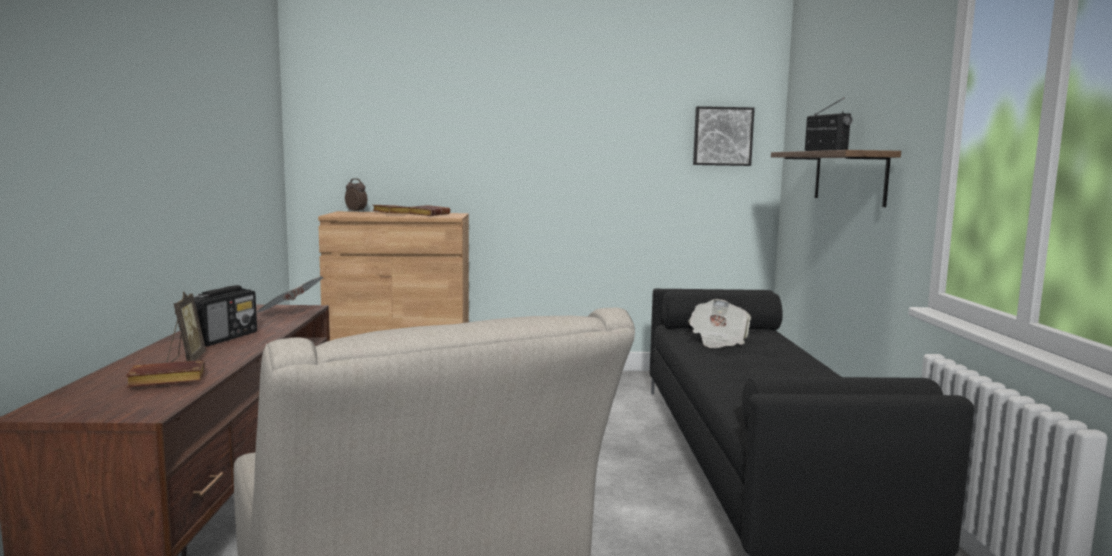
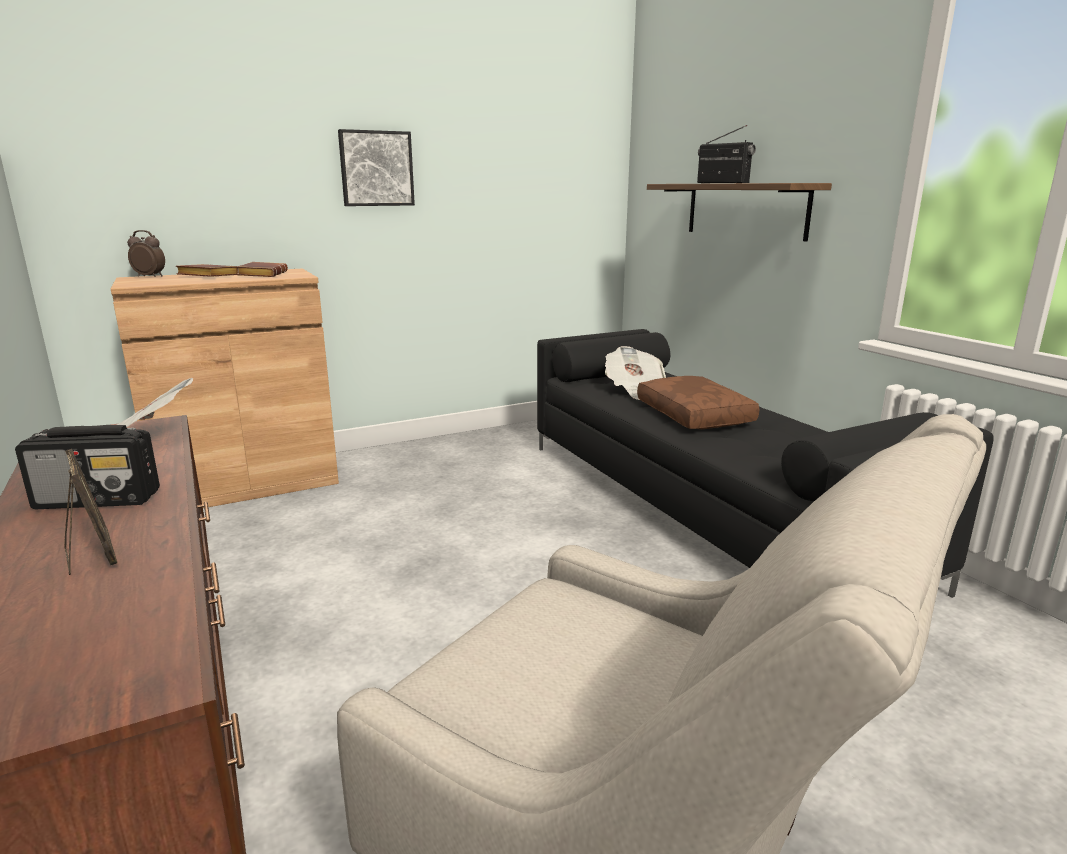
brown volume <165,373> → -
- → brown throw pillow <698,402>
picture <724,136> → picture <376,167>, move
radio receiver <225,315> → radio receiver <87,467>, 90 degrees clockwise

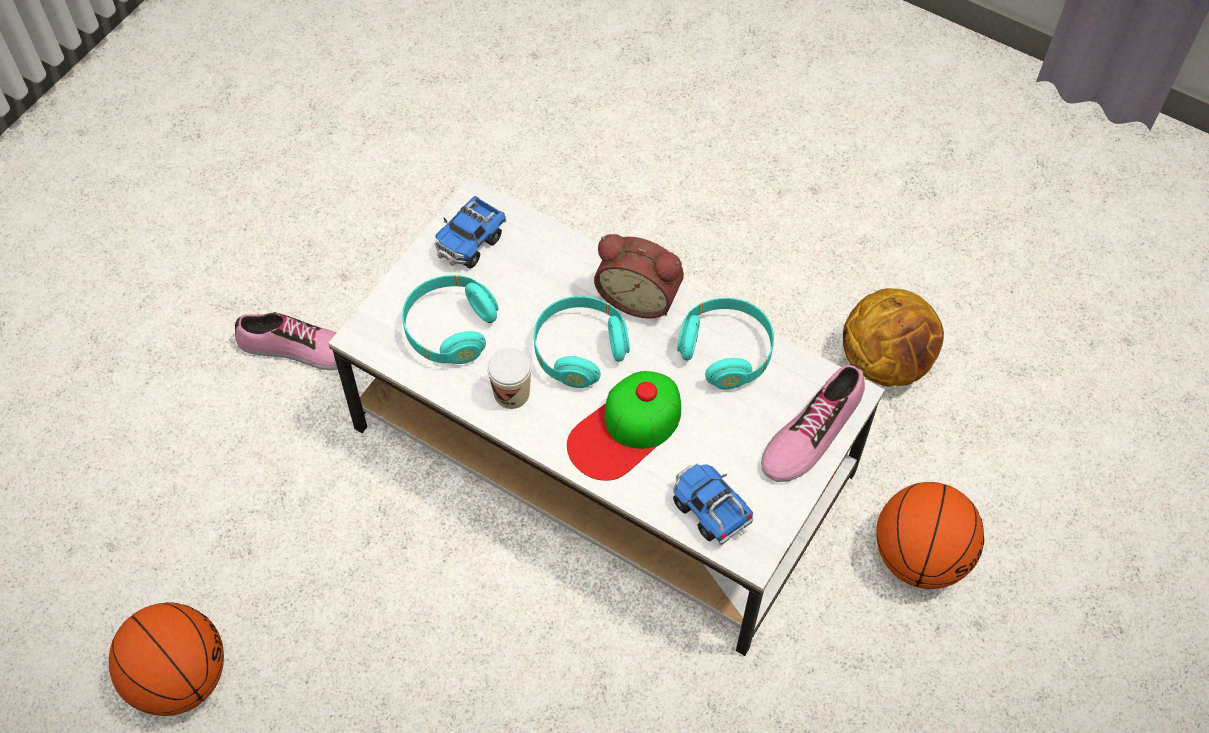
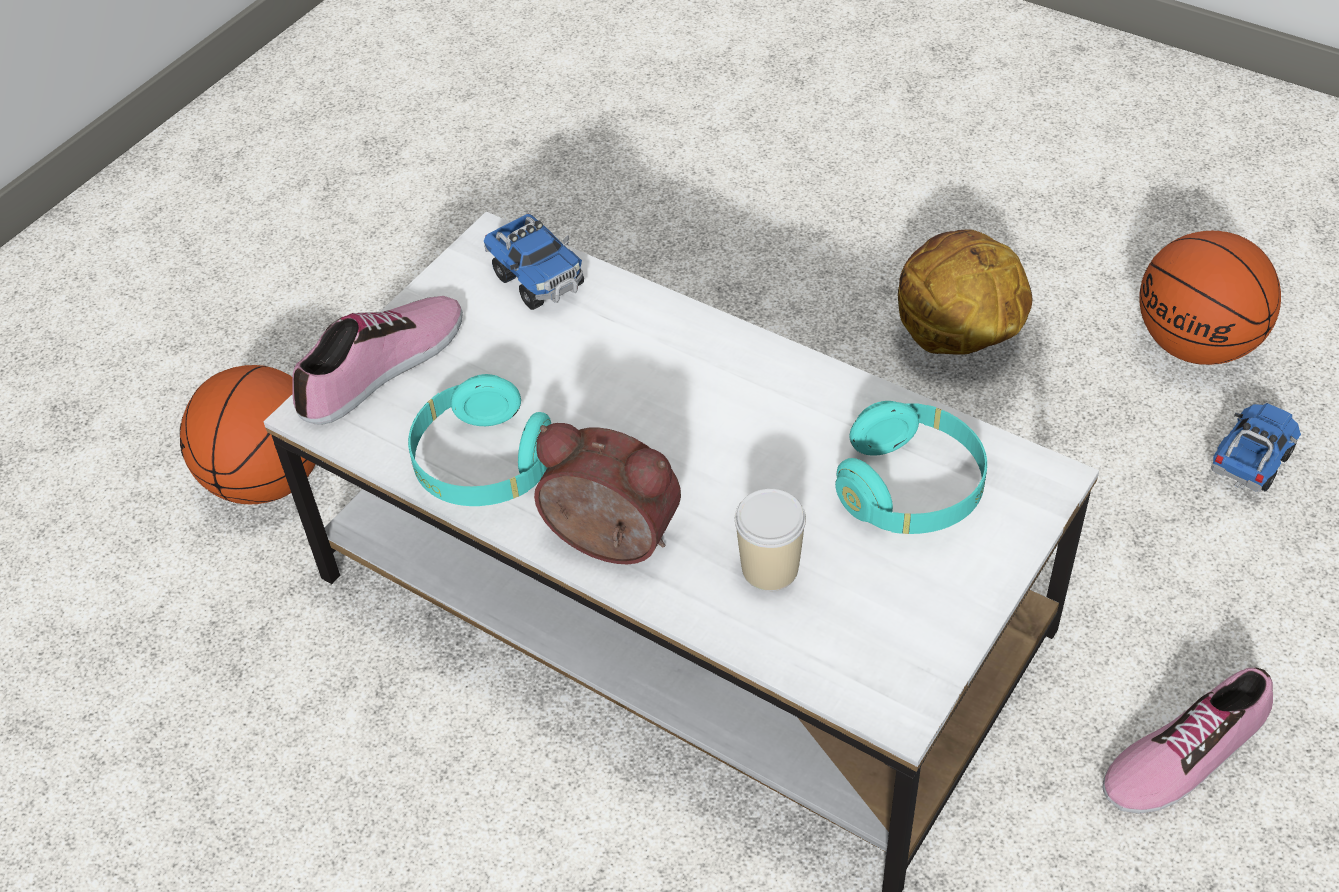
blue-green headset <582,342> → -
baseball cap <624,426> → -
toy lorry <470,232> → toy lorry <1256,447>, move
drinking cup <509,378> → drinking cup <770,540>, move
basketball ball <893,337> → basketball ball <965,292>, move
shoe <293,341> → shoe <1188,740>, 45 degrees counterclockwise

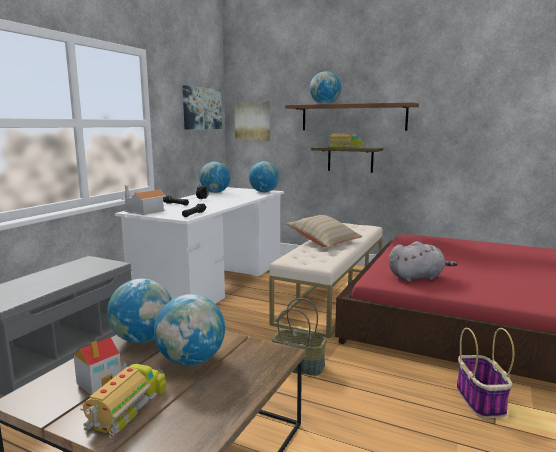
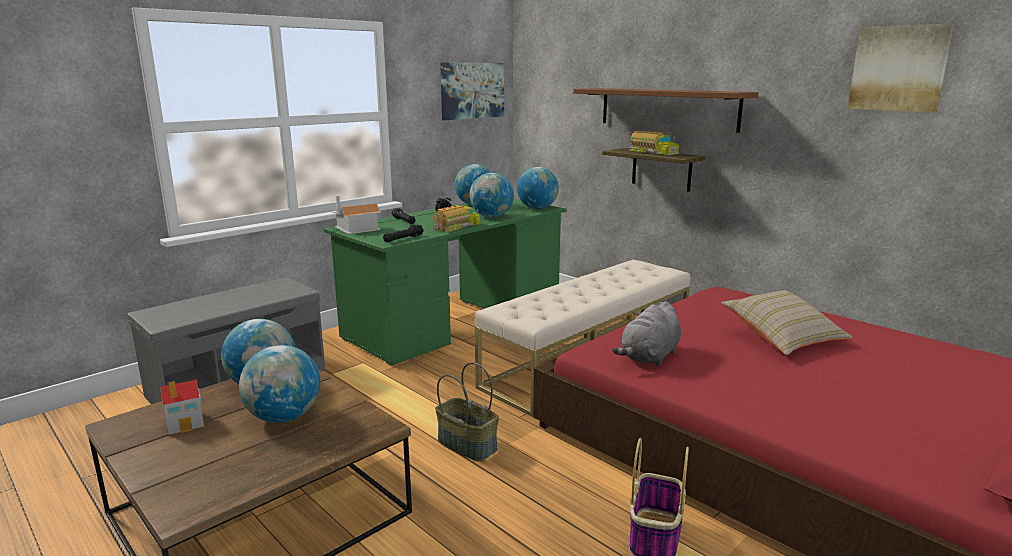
toy lorry <123,400> → toy lorry <456,219>, move
picture <252,121> → picture <901,68>, move
beige throw pillow <324,231> → beige throw pillow <787,322>, move
globe <325,87> → globe <491,195>, move
white desk <199,245> → greenish desk <445,282>
gray soft toy <423,261> → gray soft toy <646,333>, 120 degrees clockwise

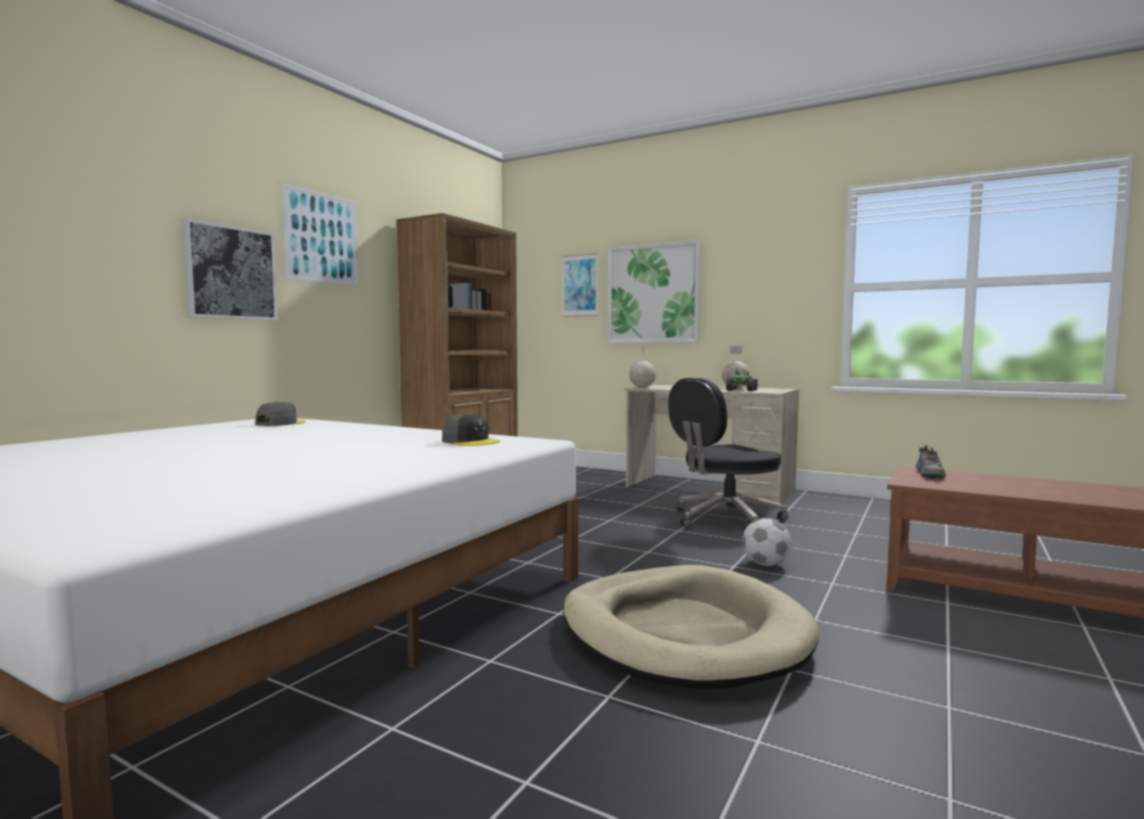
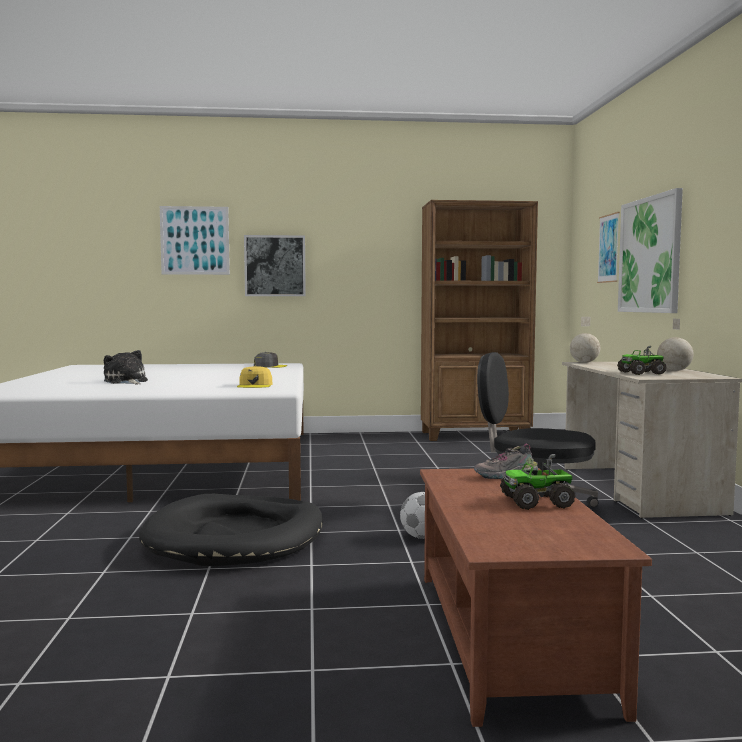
- → soft toy <126,367>
- → toy lorry <538,482>
picture <320,234> → picture <195,240>, move
gray baseball cap <471,430> → yellowish baseball cap <254,377>
beige dog bed <692,626> → black dog bed <231,530>

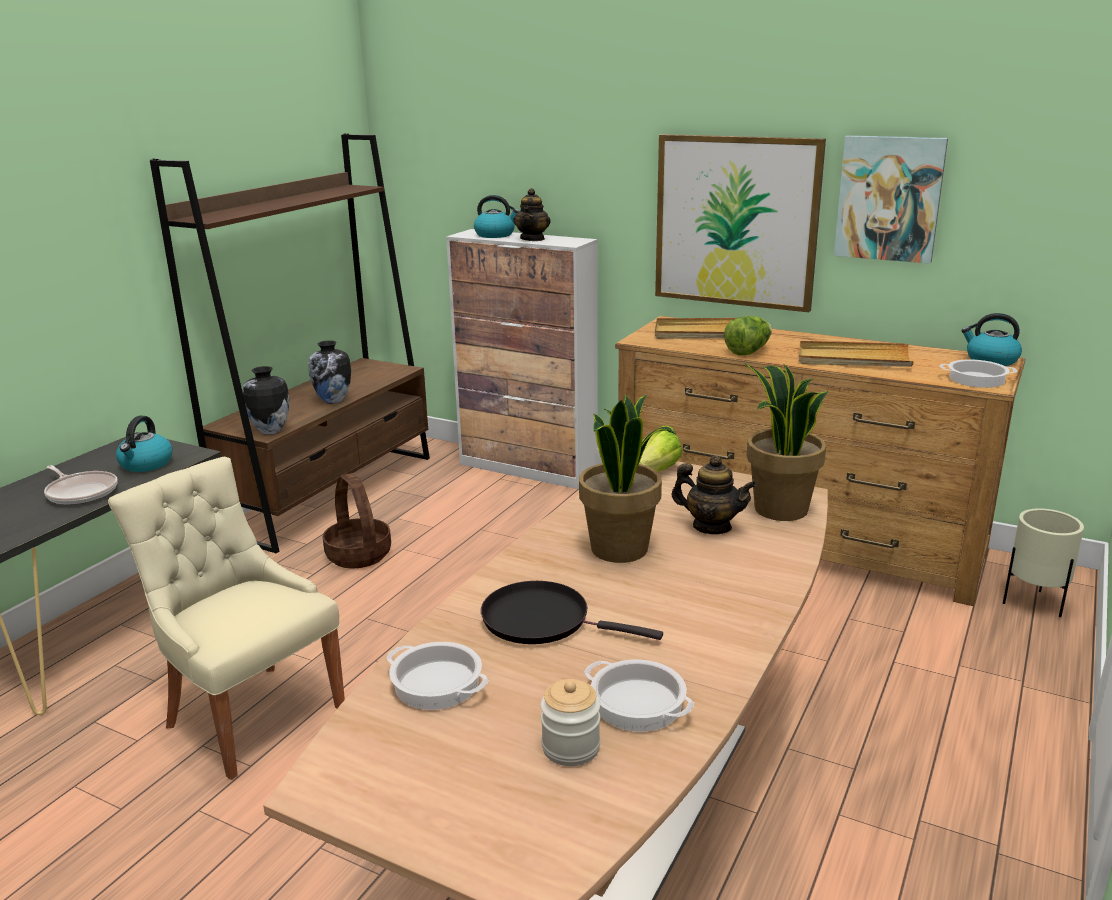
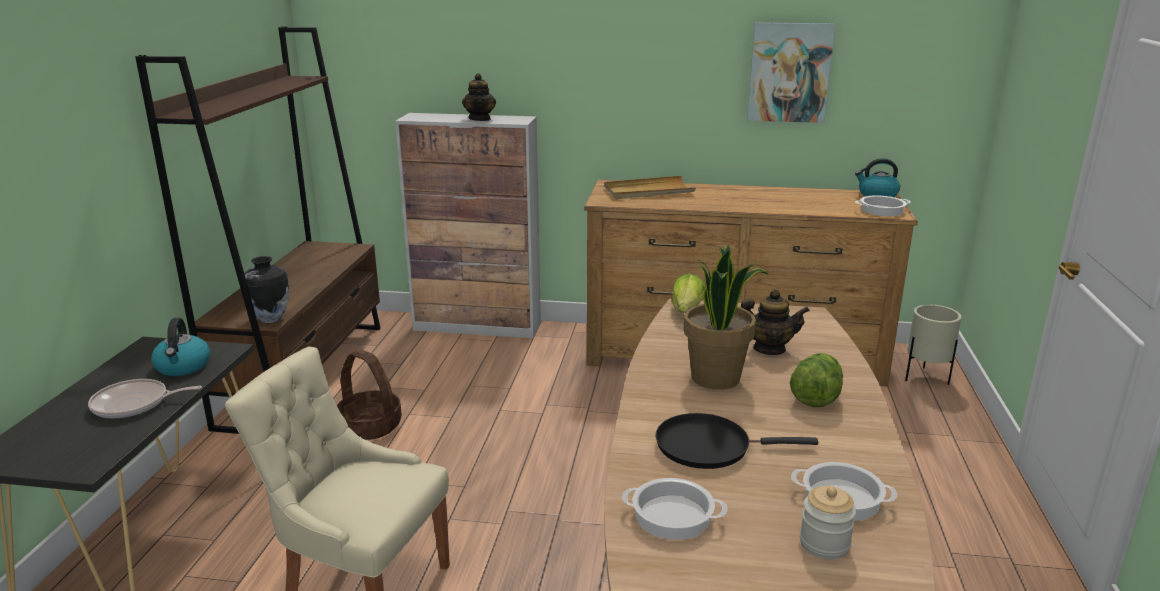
flower vase <329,372> → -
kettle <496,216> → -
picture <740,223> → -
potted plant <786,441> → -
beige carrying tray <856,354> → -
head of lettuce <748,336> → head of lettuce <816,380>, move
skillet <81,485> → skillet <145,399>, 150 degrees clockwise

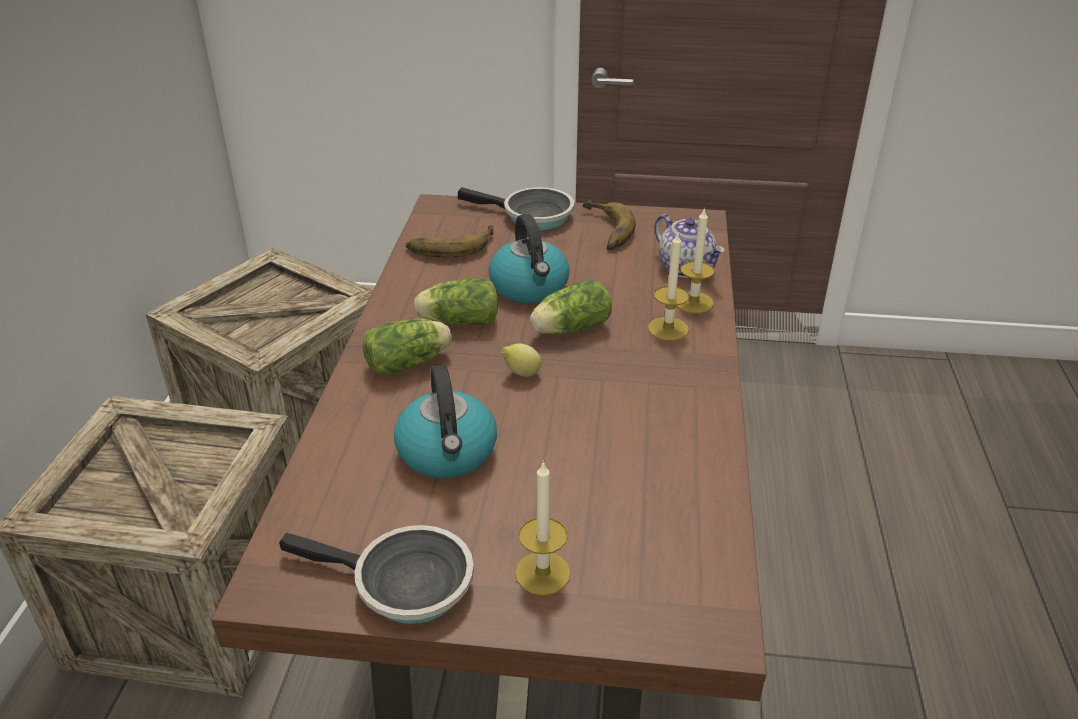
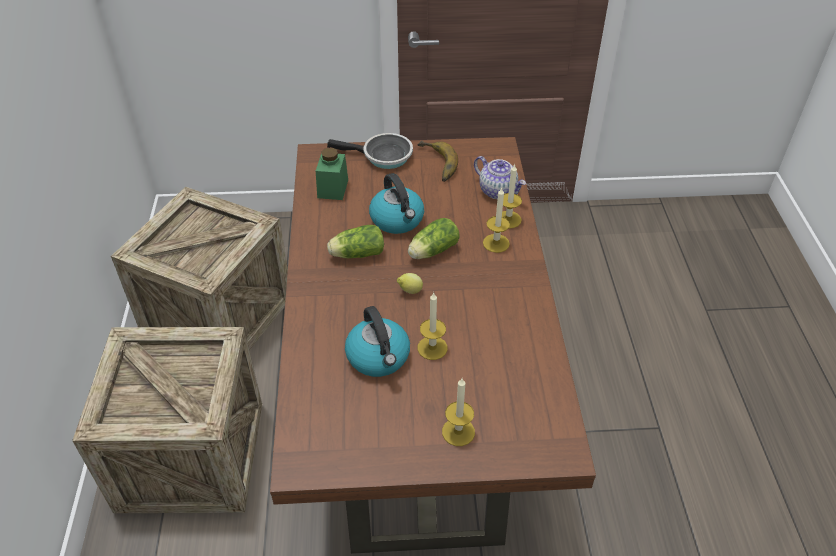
skillet <376,574> → -
head of lettuce <407,347> → -
- → candle <433,326>
whole banana <450,241> → greenish preserve jar <332,173>

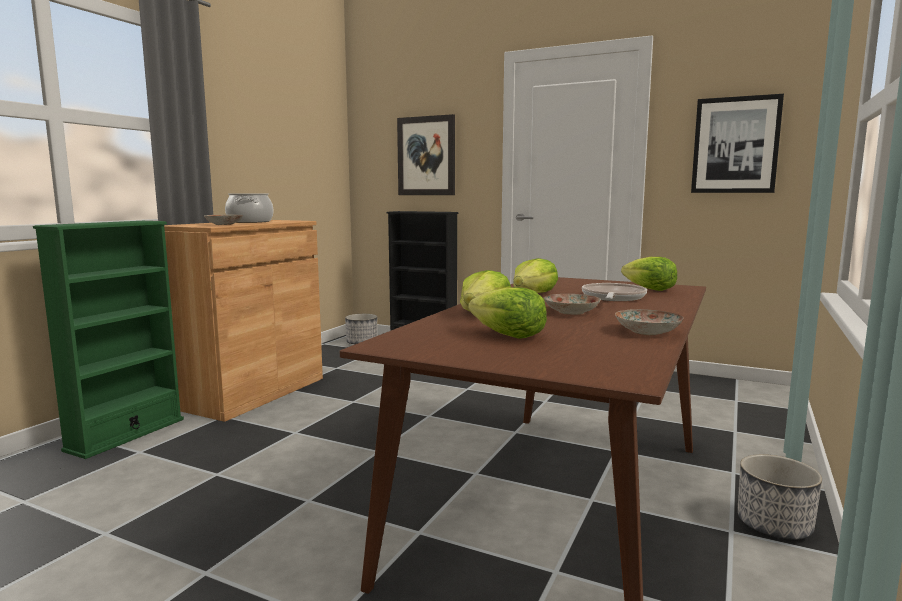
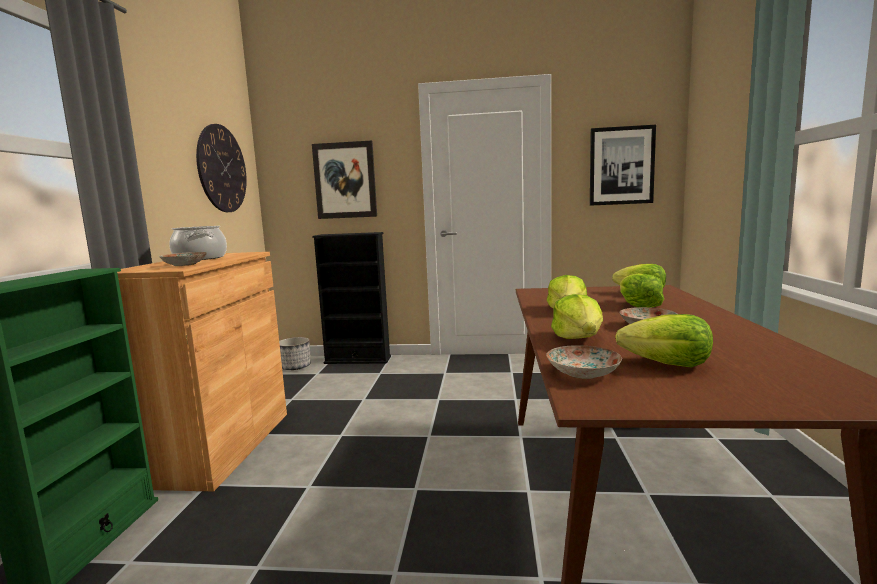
flower pot <779,497> → -
- → hanging clock <221,168>
dinner plate <649,322> → dinner plate <584,362>, move
skillet <614,292> → head of lettuce <642,290>

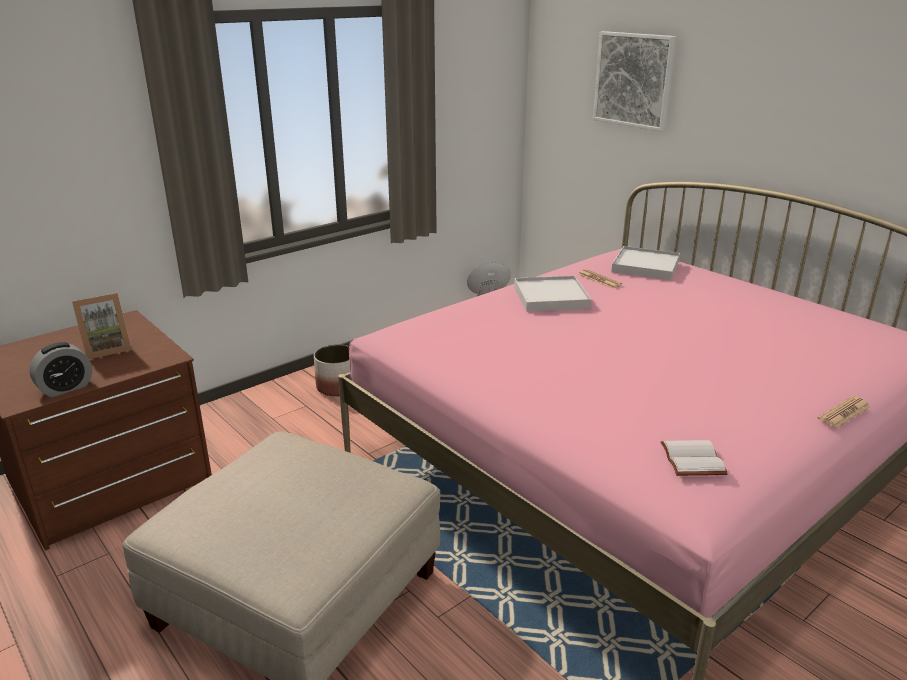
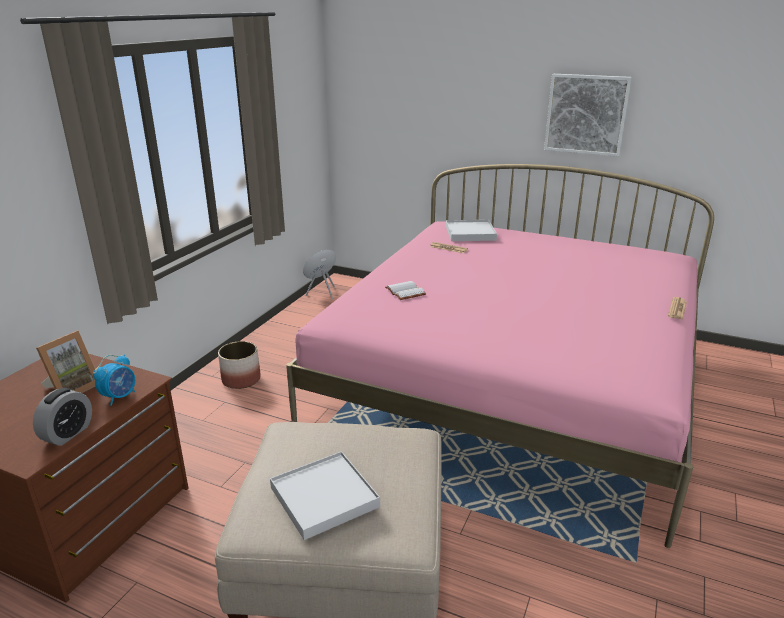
- → table clock <114,380>
white carrying tray <553,294> → white carrying tray <325,495>, move
picture <635,81> → picture <588,115>, move
white volume <694,458> → white volume <405,290>, move

